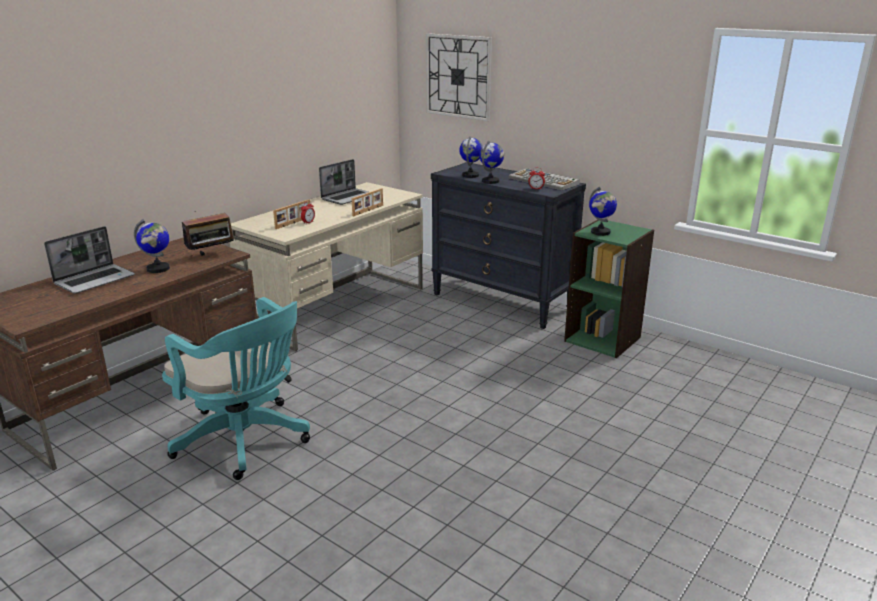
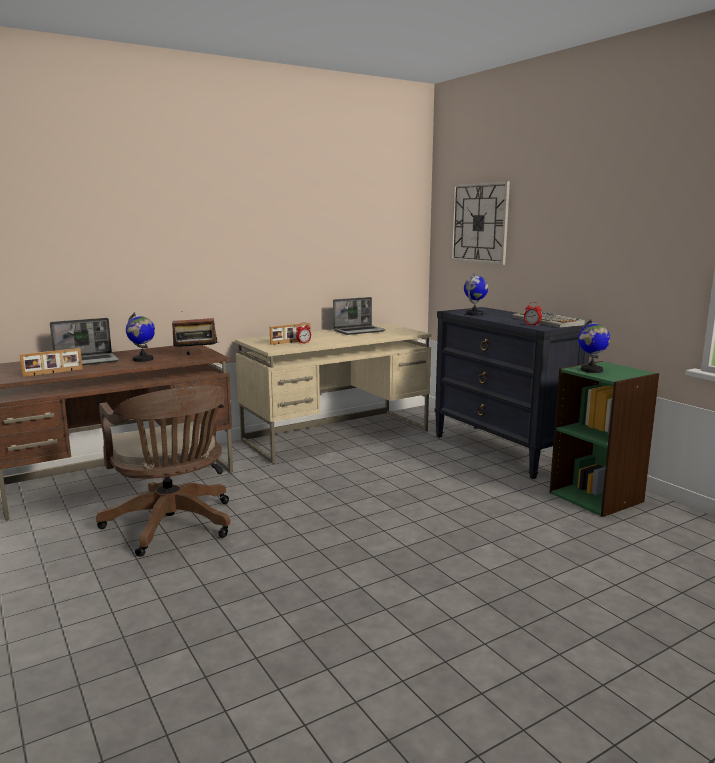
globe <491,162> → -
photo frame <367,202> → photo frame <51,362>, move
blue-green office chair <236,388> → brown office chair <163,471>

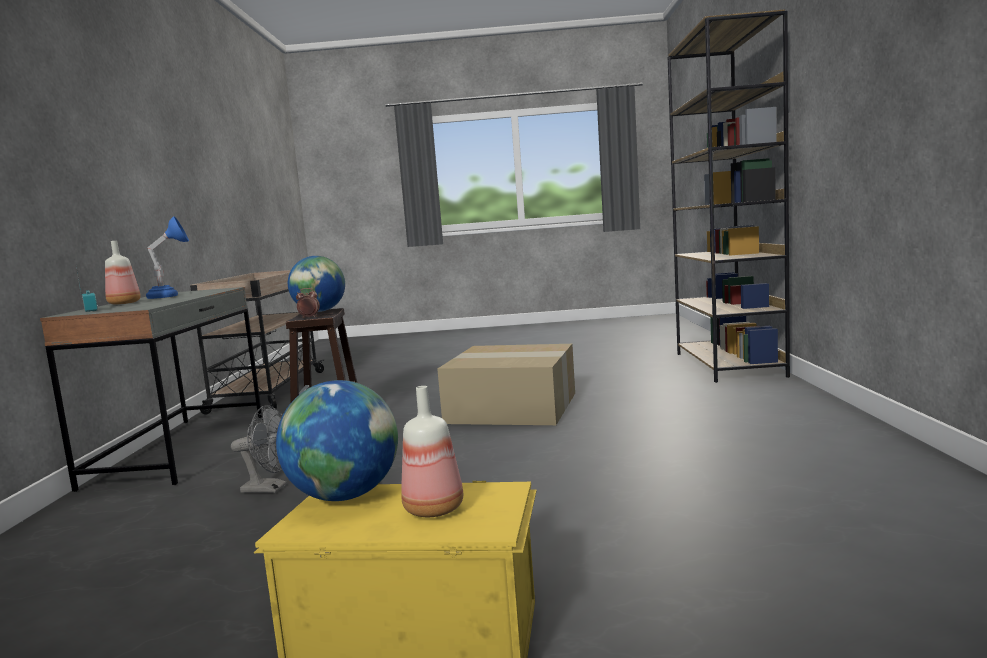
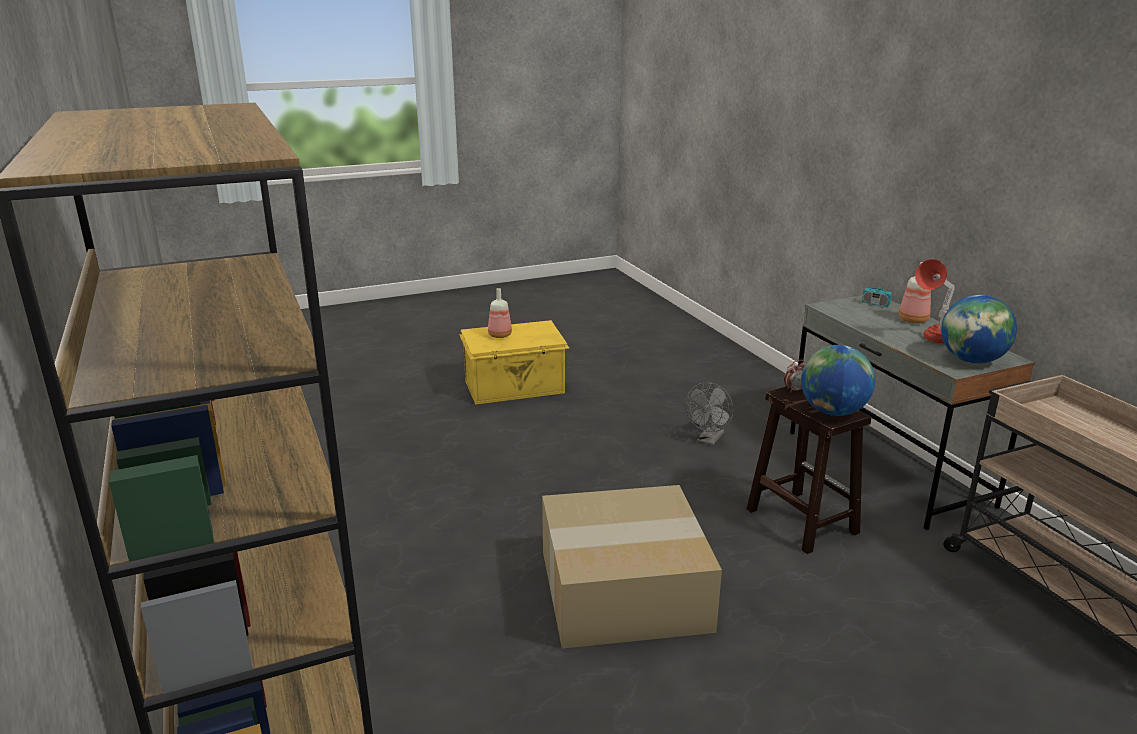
globe <337,440> → globe <979,329>, move
blue tabletop lamp <167,257> → red-coloured tabletop lamp <935,301>
gray electric fan <259,449> → gray electric fan <709,413>, 45 degrees counterclockwise

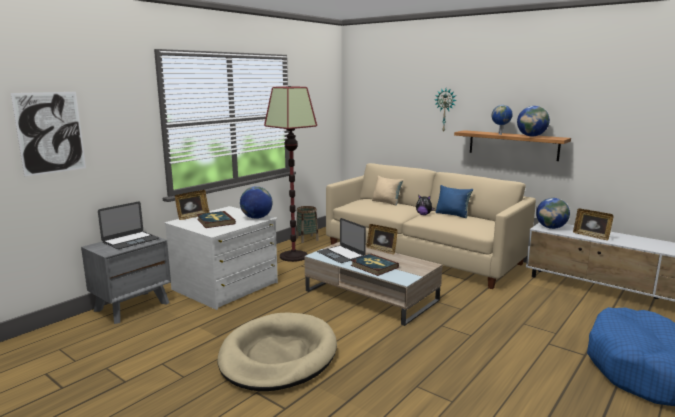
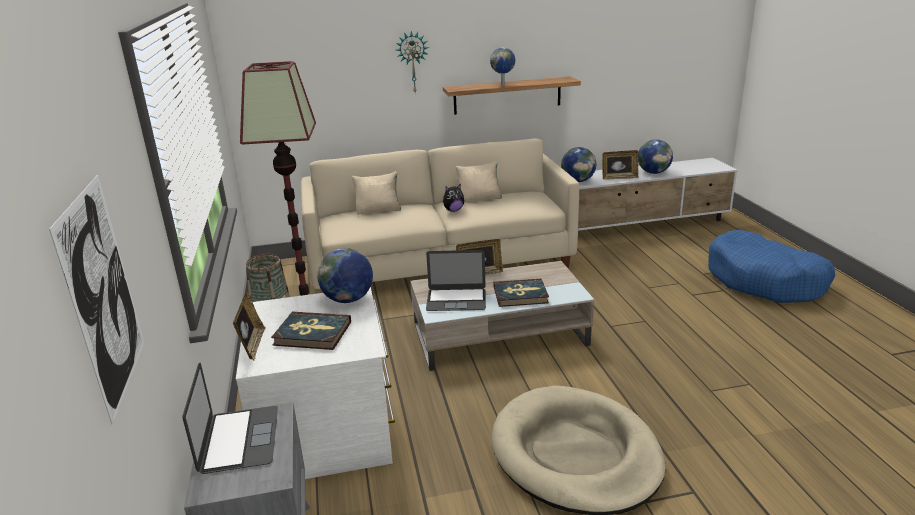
globe <533,121> → globe <655,156>, move
blue throw pillow <454,201> → beige throw pillow <478,181>

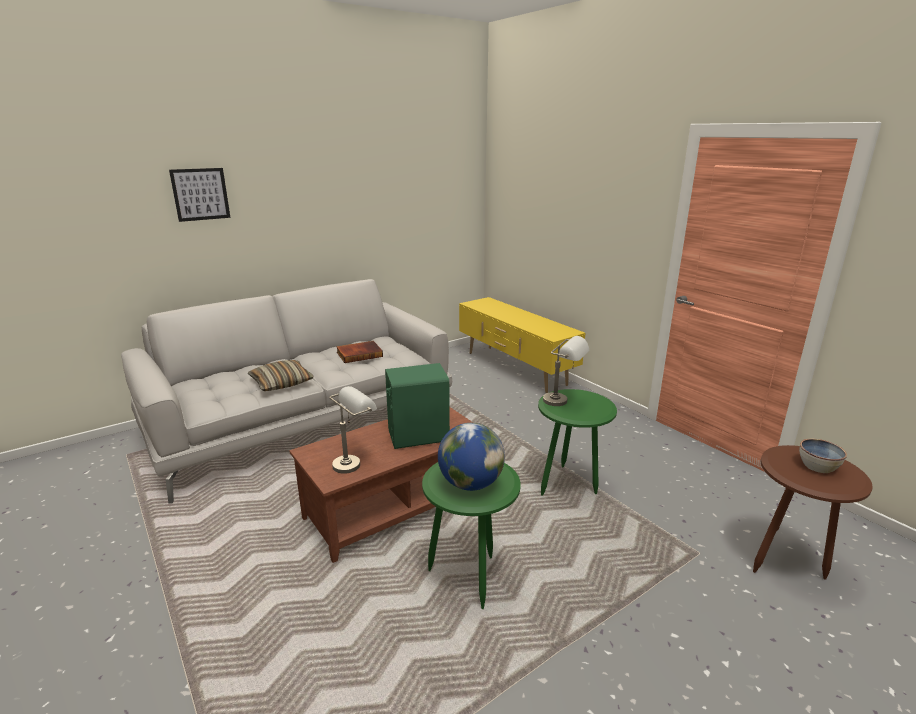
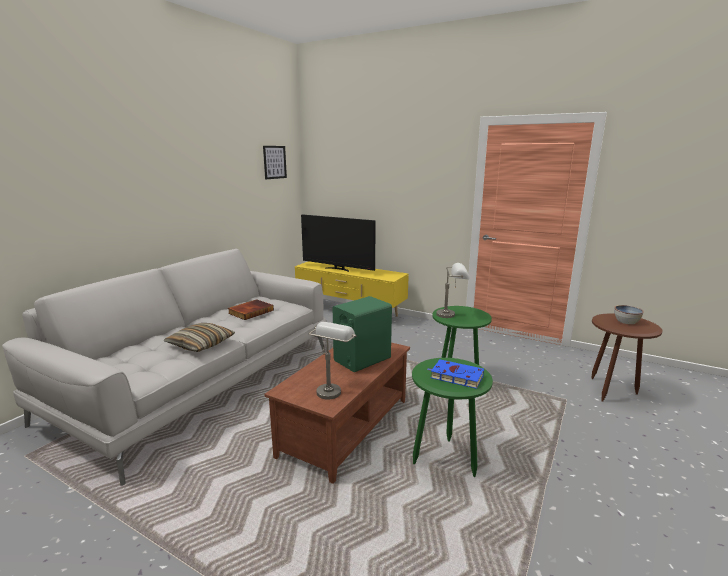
- → television <338,243>
picture <200,195> → picture <275,162>, move
globe <471,457> → blue volume <455,374>

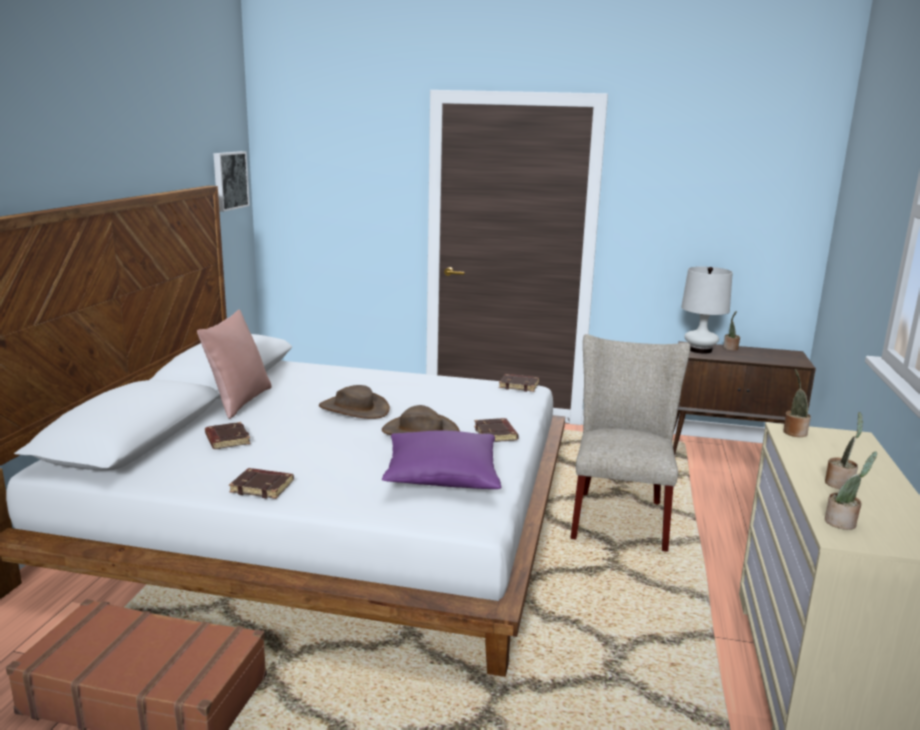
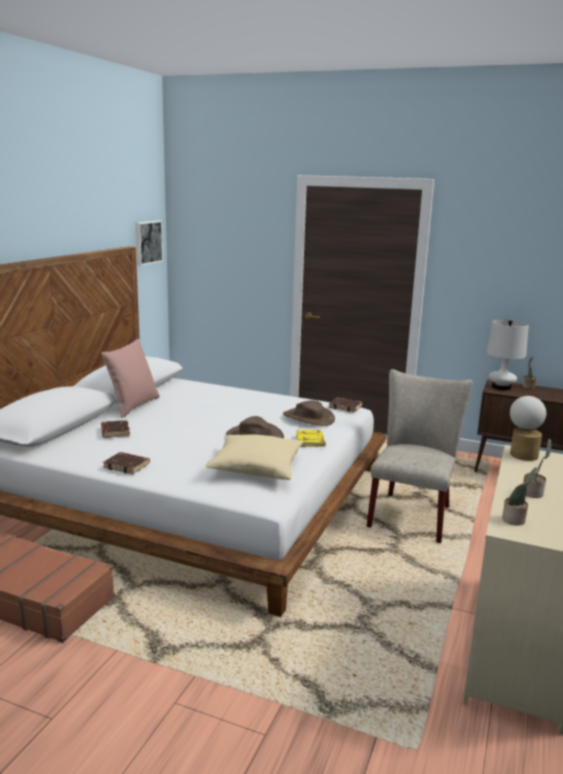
brown wearable hat <354,402> → brown wearable hat <309,413>, move
potted plant <797,403> → tabletop lamp <528,428>
purple throw pillow <441,459> → beige throw pillow <254,457>
brown volume <496,430> → yellowish volume <311,438>

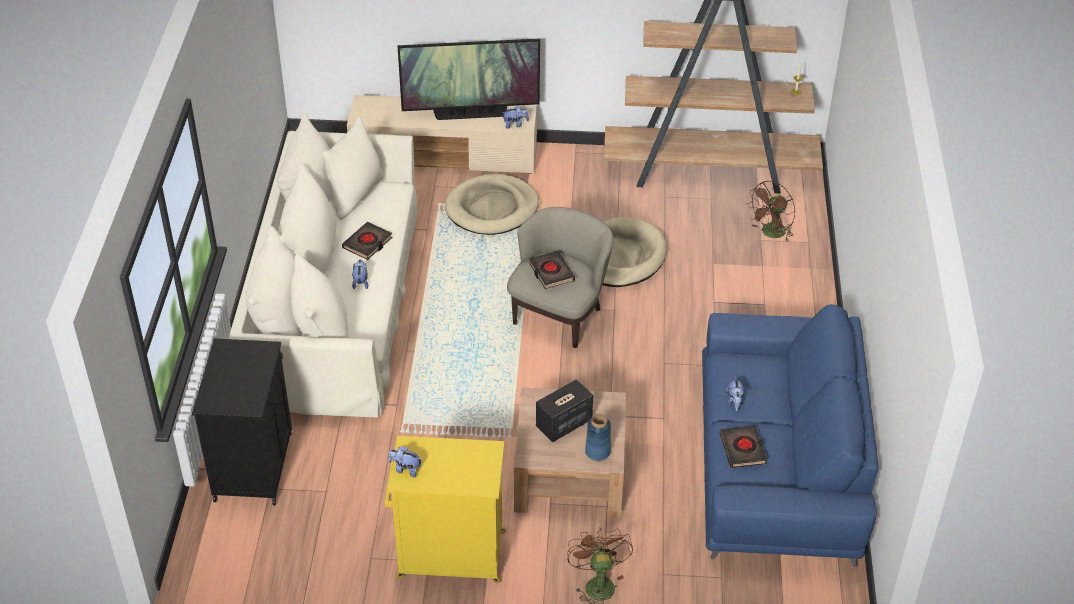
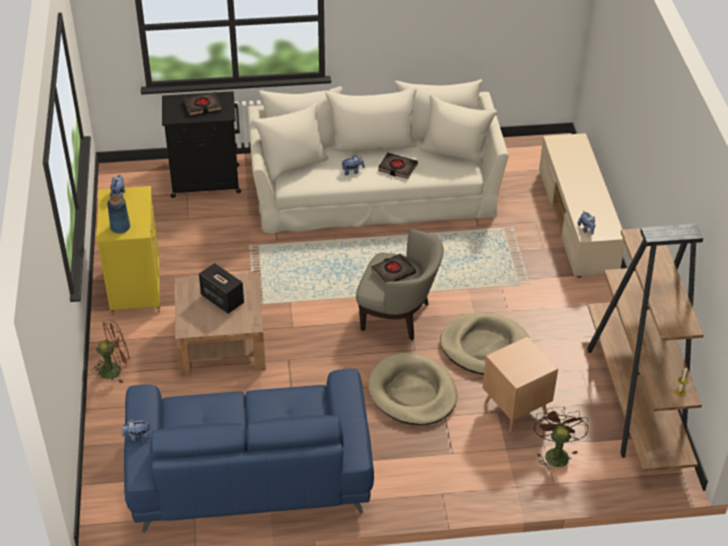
television <469,79> → -
- → brown accent table <520,384>
beige dog bed <492,204> → beige dog bed <412,388>, move
blue flower vase <598,437> → blue flower vase <118,214>, move
black volume <743,446> → black volume <203,104>, move
soft toy <735,393> → soft toy <135,429>, move
brown electric fan <771,211> → brown electric fan <561,439>, 60 degrees clockwise

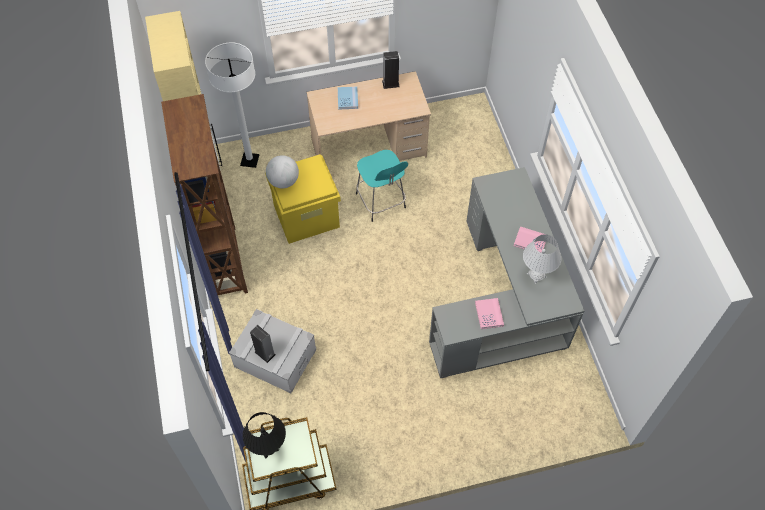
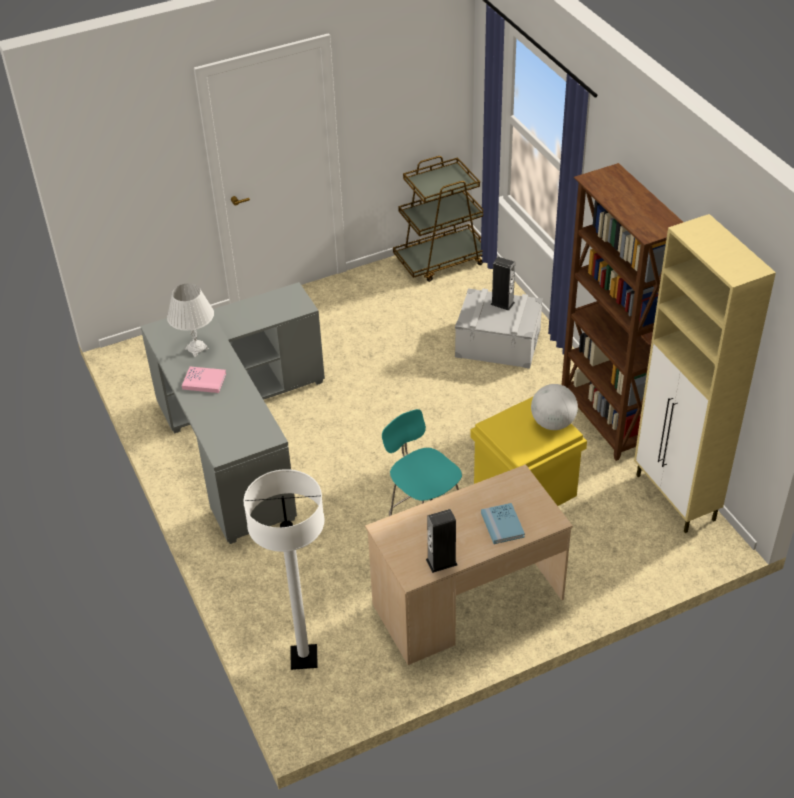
black tabletop lamp <264,435> → -
pink volume <489,313> → -
white standard lamp <232,105> → white standard lamp <284,569>, move

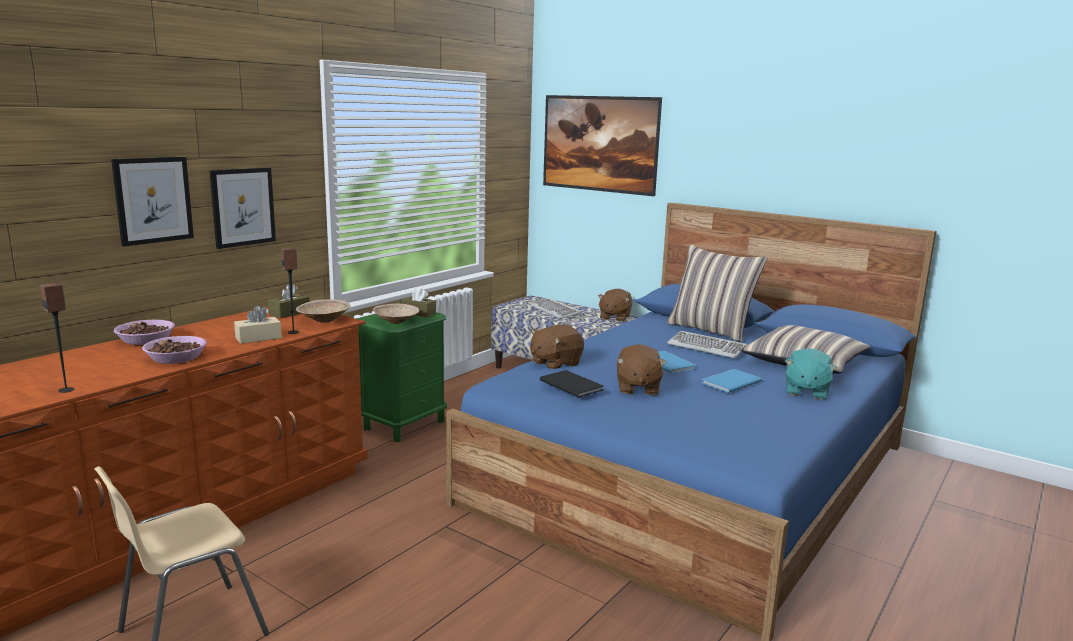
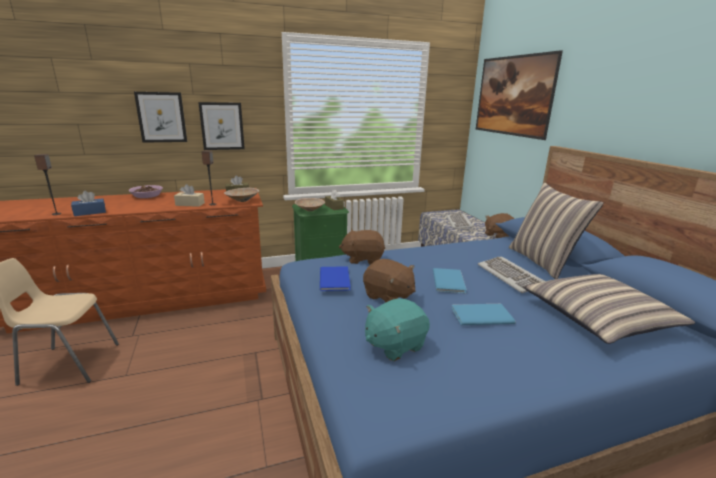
deep dish <174,350> → -
- → blue tissue box <88,203>
blue-green soft toy <811,374> → blue-green soft toy <397,329>, move
black volume <572,383> → blue volume <335,278>
brown soft toy <641,370> → brown soft toy <389,281>, 90 degrees counterclockwise

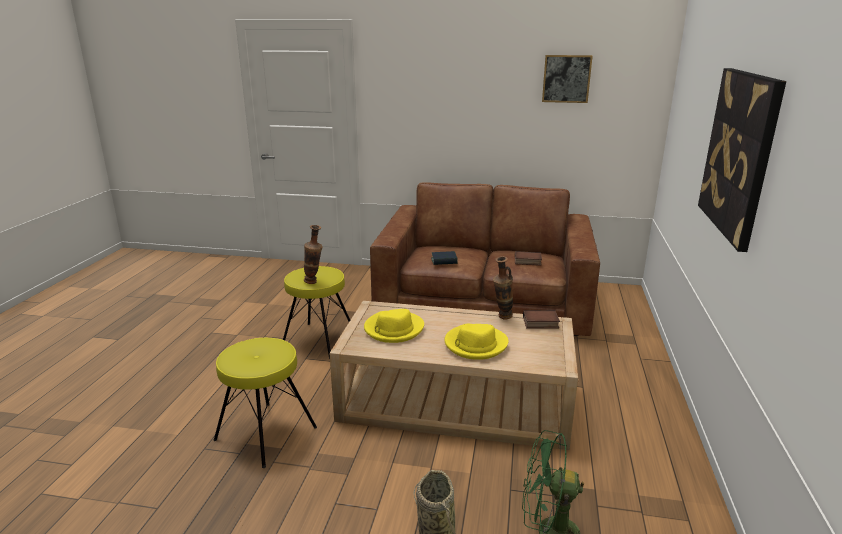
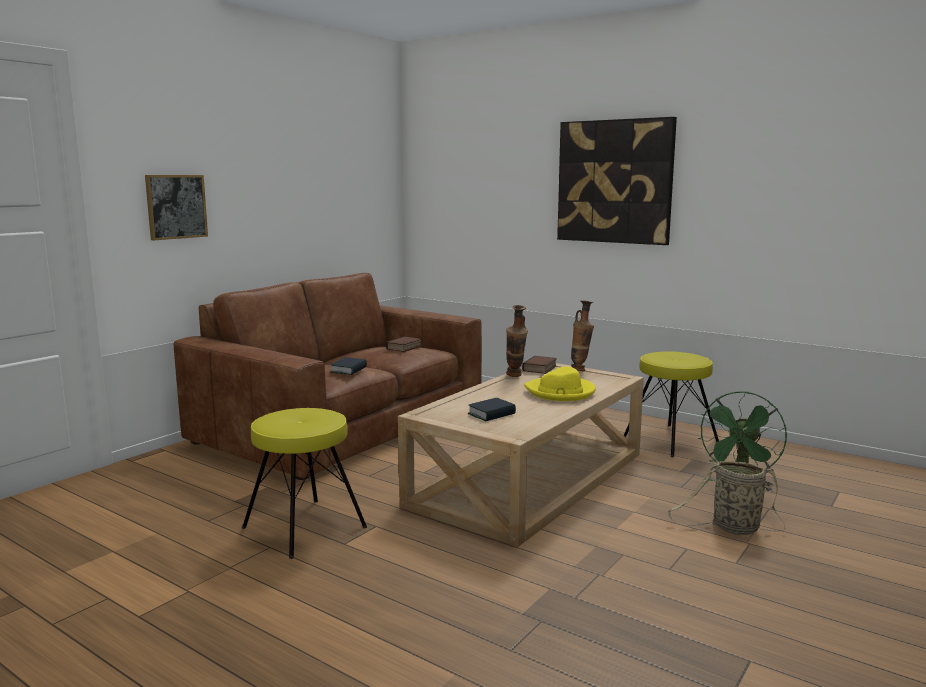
yellowish sitting stool <265,403> → yellowish sitting stool <671,404>, move
flower vase <313,254> → flower vase <582,335>, move
picture <567,79> → picture <176,207>, move
yellowish wearable hat <394,326> → volume <492,409>

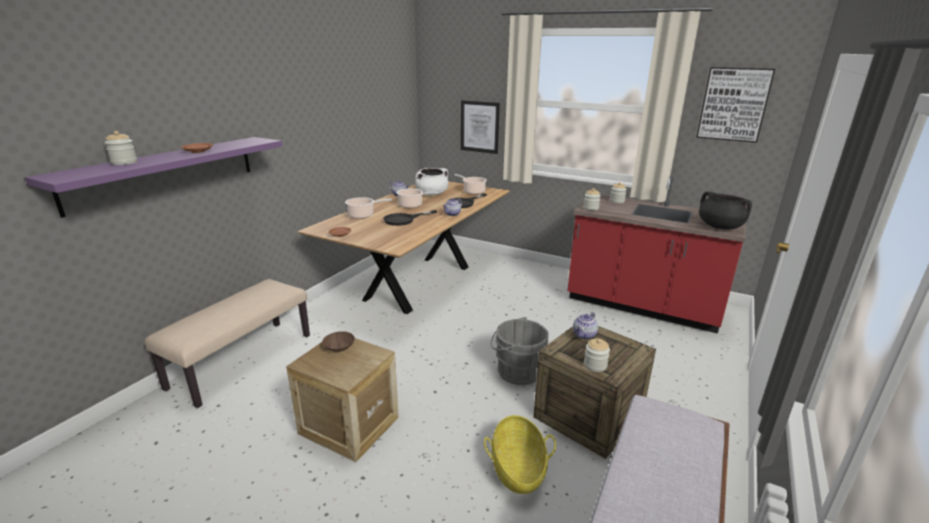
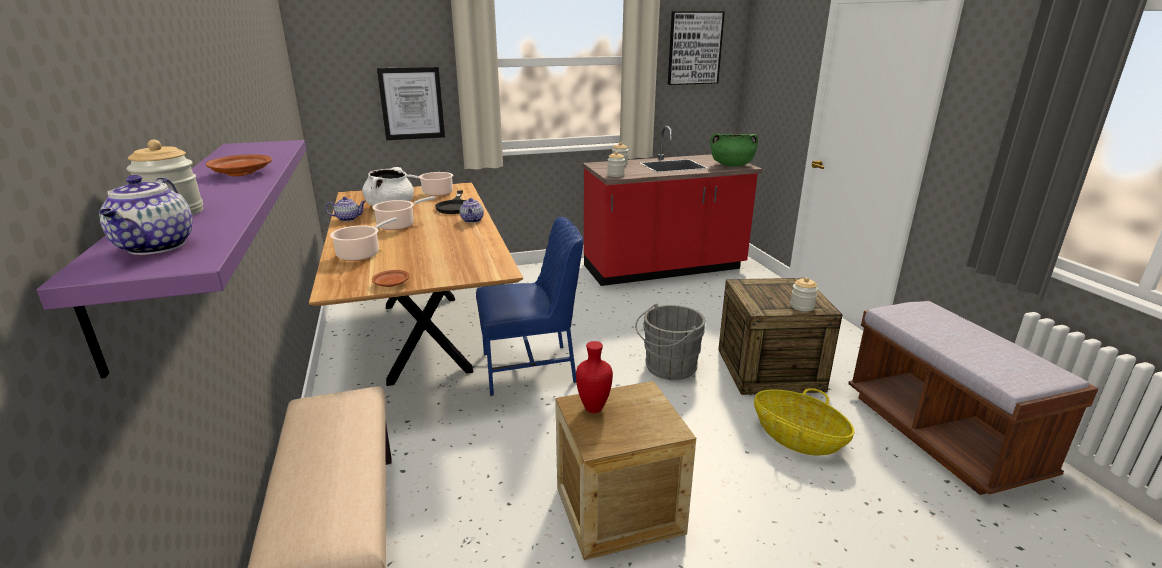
black skillet <410,218> → -
- → blue upright chair <529,306>
teapot <585,326> → teapot <146,215>, move
brown deep dish <338,341> → red-coloured flower vase <594,377>
black cooking pot <725,210> → greenish cooking pot <734,150>

